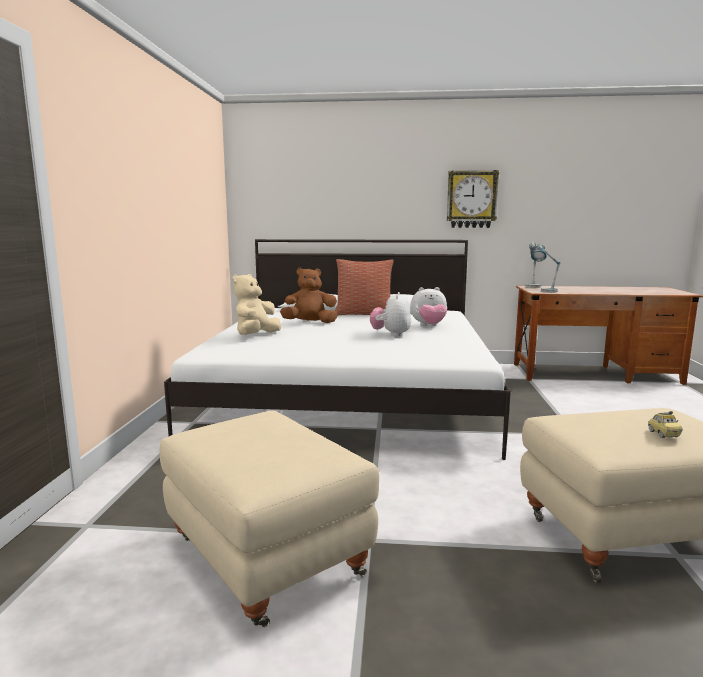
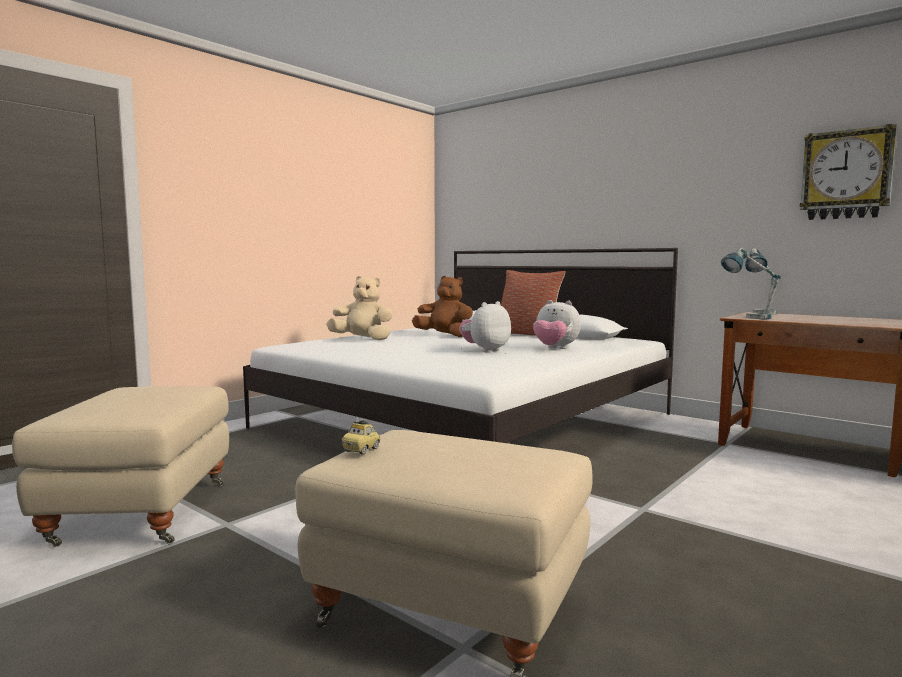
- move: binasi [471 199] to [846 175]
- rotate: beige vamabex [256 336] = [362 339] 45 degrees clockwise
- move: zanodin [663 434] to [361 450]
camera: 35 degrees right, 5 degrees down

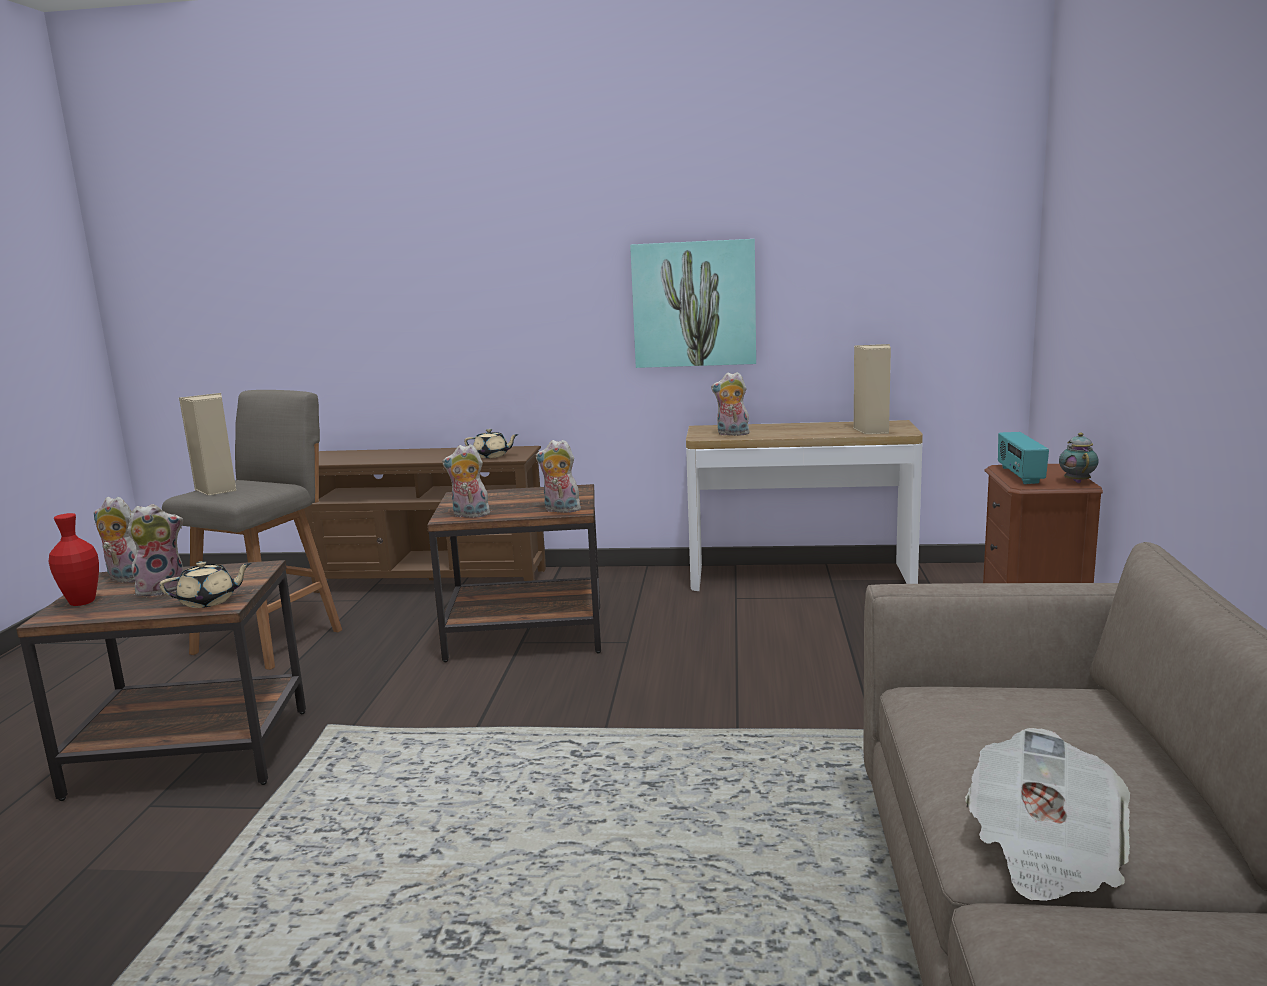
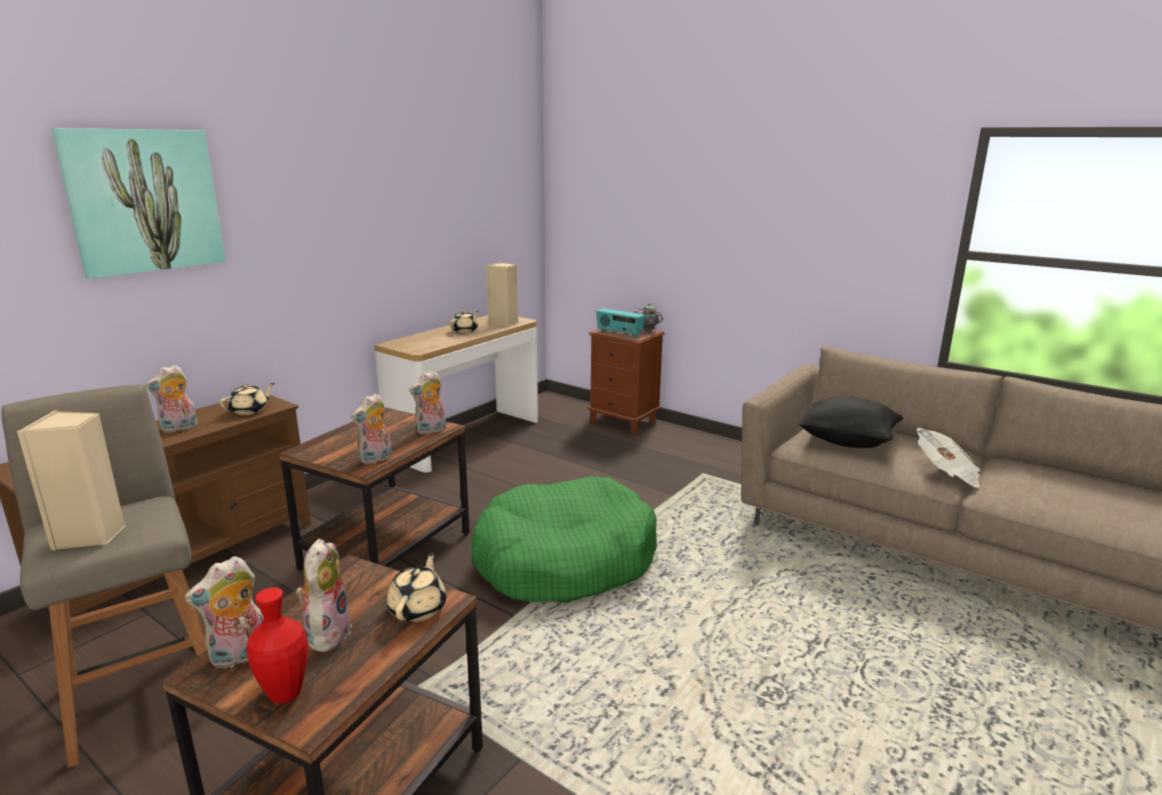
- move: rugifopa [694 304] to [145 201]
- move: vamabex [731 434] to [179 428]
- insert: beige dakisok [465 331]
- insert: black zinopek [847 442]
- insert: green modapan [564 560]
camera: 60 degrees left, 5 degrees up

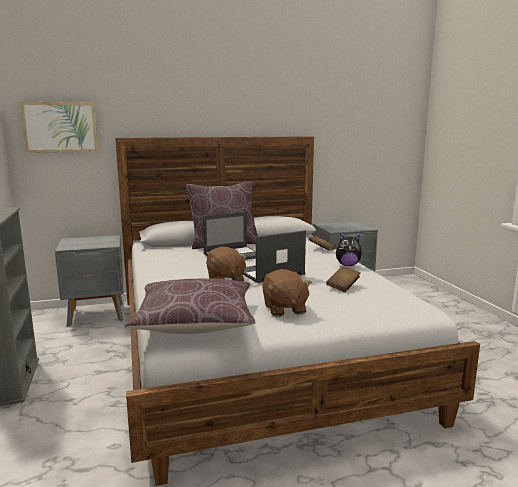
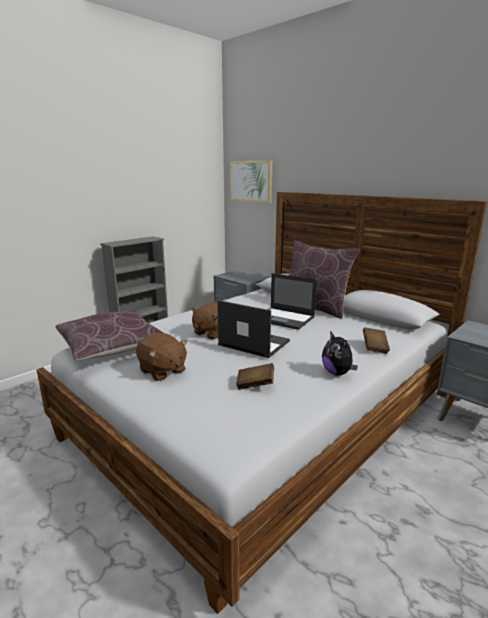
- rotate: brown vamabex [284 309] = [162 371] 90 degrees counterclockwise
camera: 60 degrees right, 5 degrees up

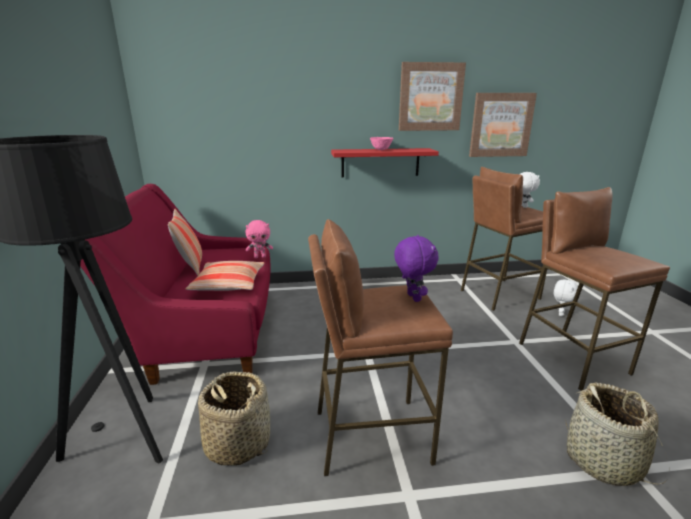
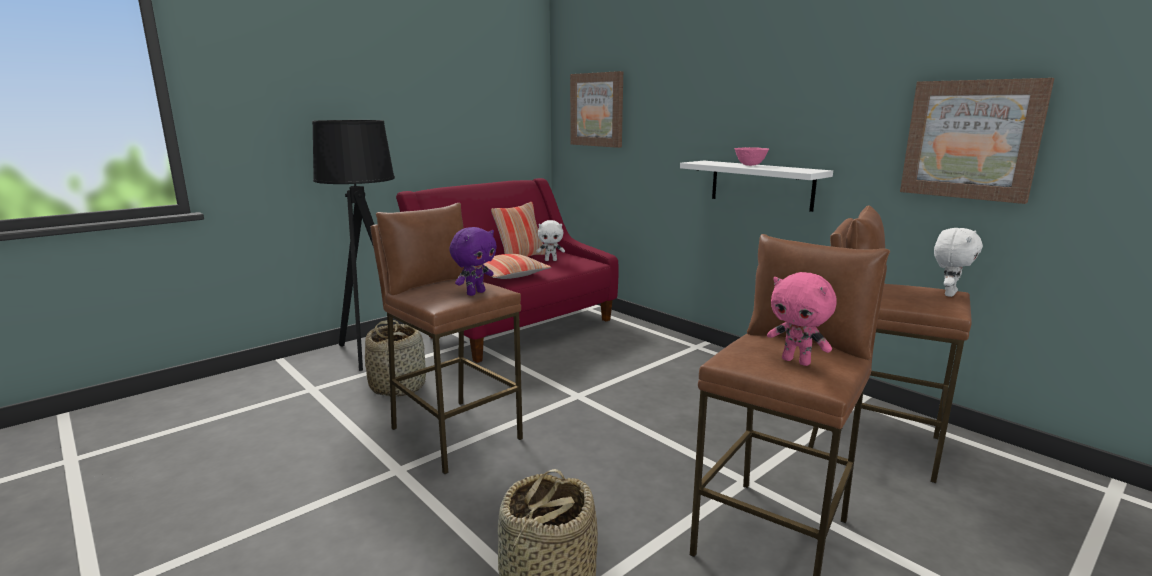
- move: rugifopa [430 97] to [597 110]
- recolor: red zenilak [380 162] to white zenilak [761 185]
- move: pink vamabex [260 257] to [797 361]
- move: white vamabex [560 313] to [551 260]
camera: 55 degrees right, 5 degrees down

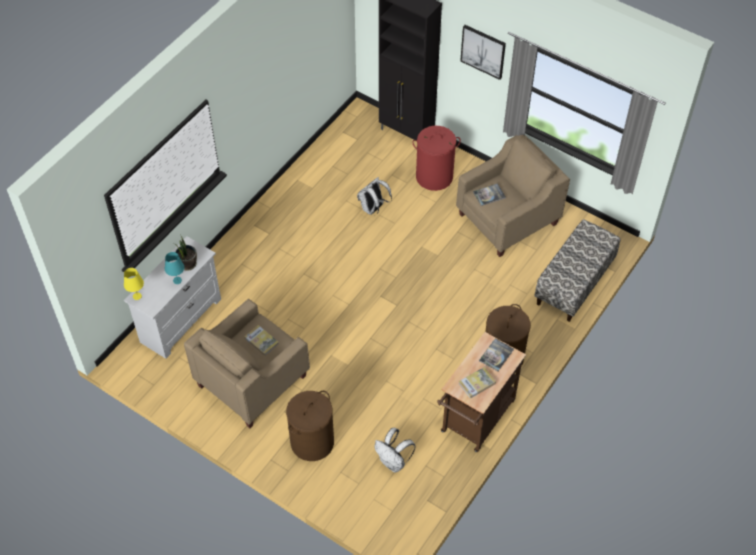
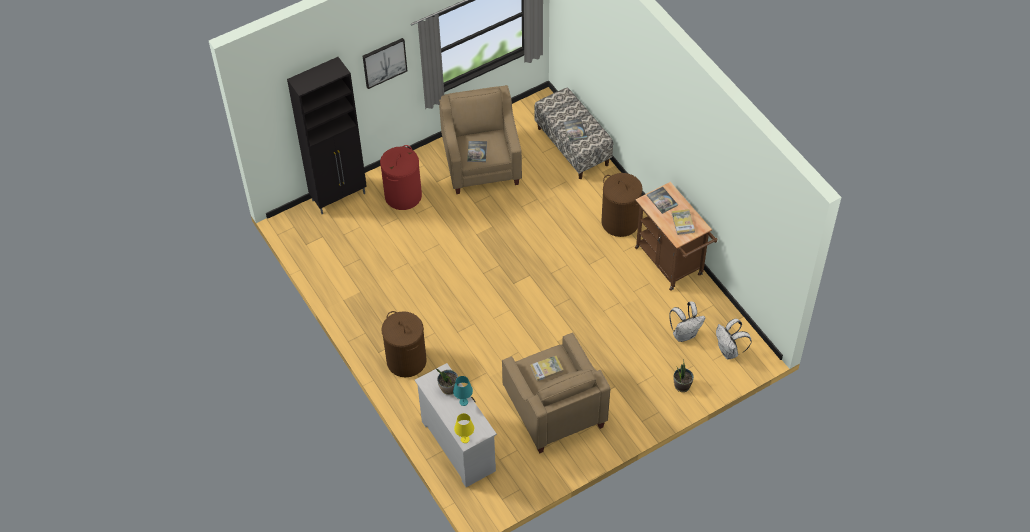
- move: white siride [373 209] to [729 351]
- move: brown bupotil [312 442] to [406 360]
- insert: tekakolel [575 130]
- insert: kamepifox [682 385]
camera: 65 degrees left, 0 degrees up

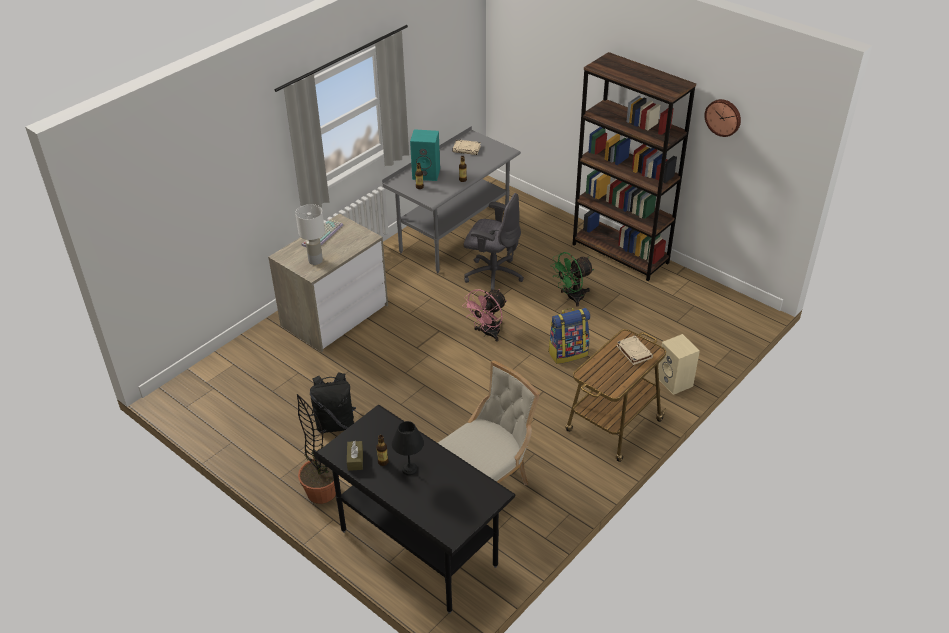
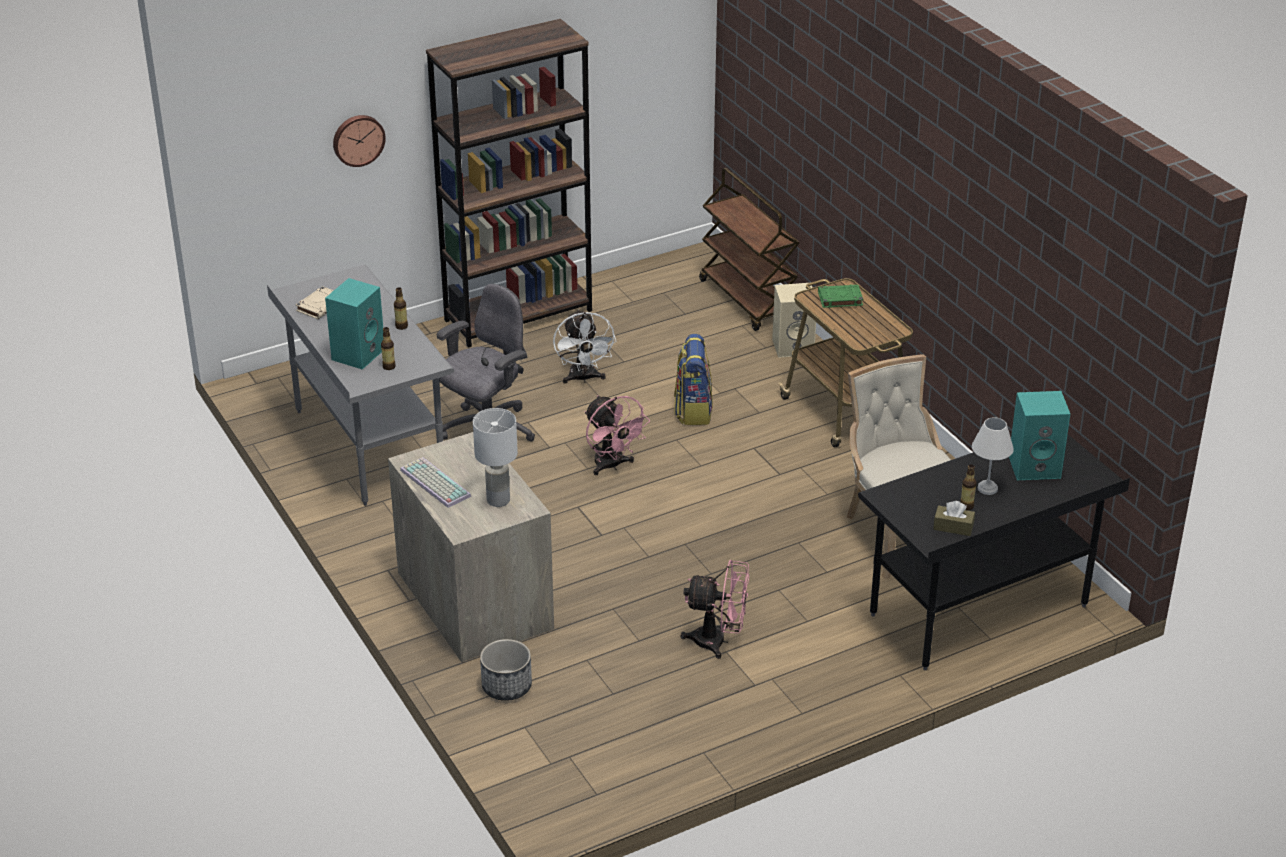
- move: binasi [723 117] to [358 139]
- recolor: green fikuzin [571 297] to white fikuzin [583 378]
- recolor: beige tekakolel [633 352] to green tekakolel [839 299]
- replace: black siride [335 423] to pink fikuzin [718 641]
- delete: kamepifox [321 492]
- recolor: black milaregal [409 469] to white milaregal [986 489]
- insert: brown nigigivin [748 300]
- insert: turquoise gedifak [1035 466]
- insert: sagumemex [506 686]
camera: 70 degrees left, 5 degrees down

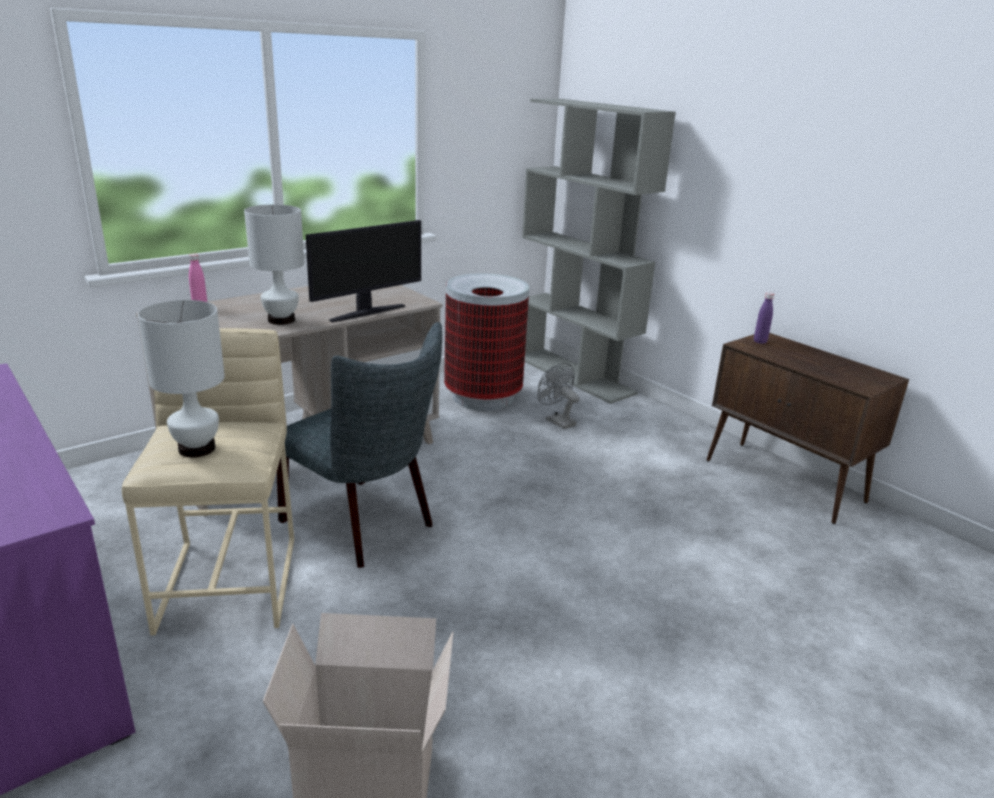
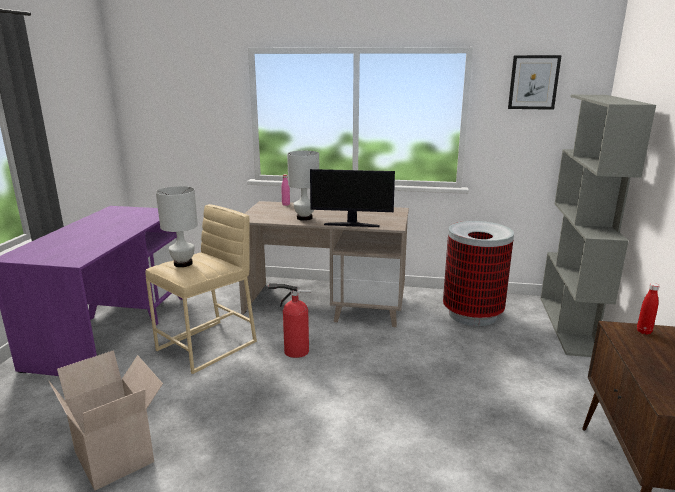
- recolor: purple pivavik [760 342] to red pivavik [644 331]
- replace: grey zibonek [365 525] to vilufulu [293 351]
- delete: grey fikuzin [556 421]
- insert: rugifopa [533 82]
camera: 50 degrees right, 5 degrees down

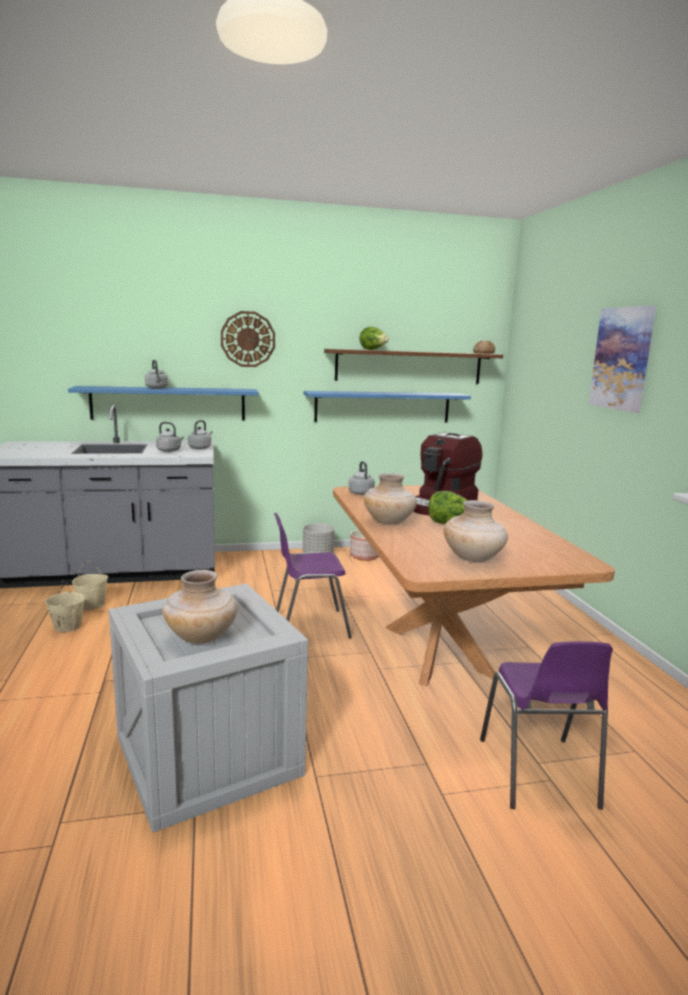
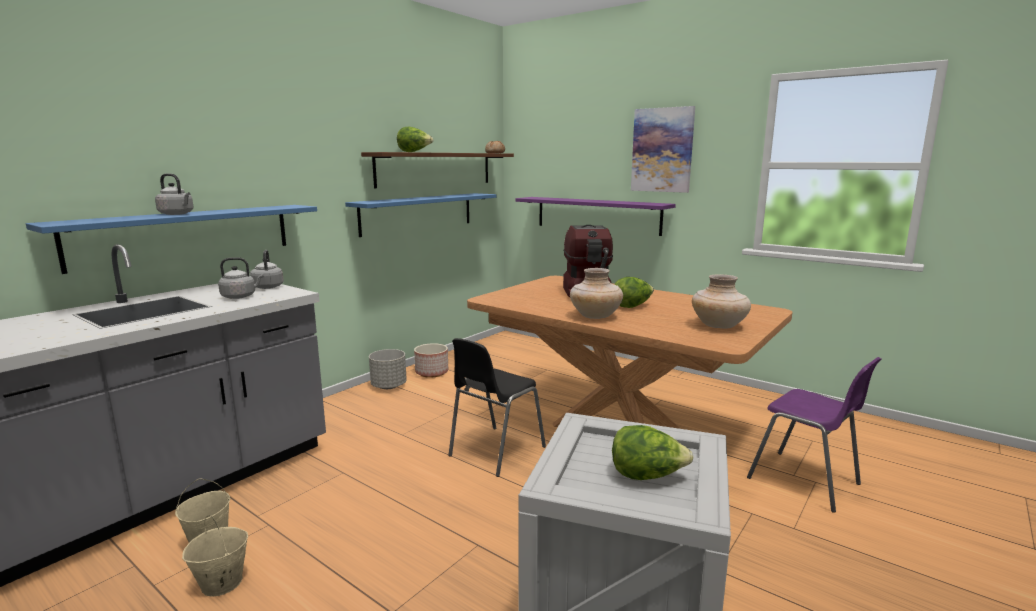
- delete: binasi [248 339]
- delete: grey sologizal [360 493]
- recolor: purple zibonek [309 626] to black zibonek [494 452]
- replace: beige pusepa [201 637] to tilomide [647 476]
- insert: purple zenilak [597 215]
camera: 40 degrees left, 0 degrees up

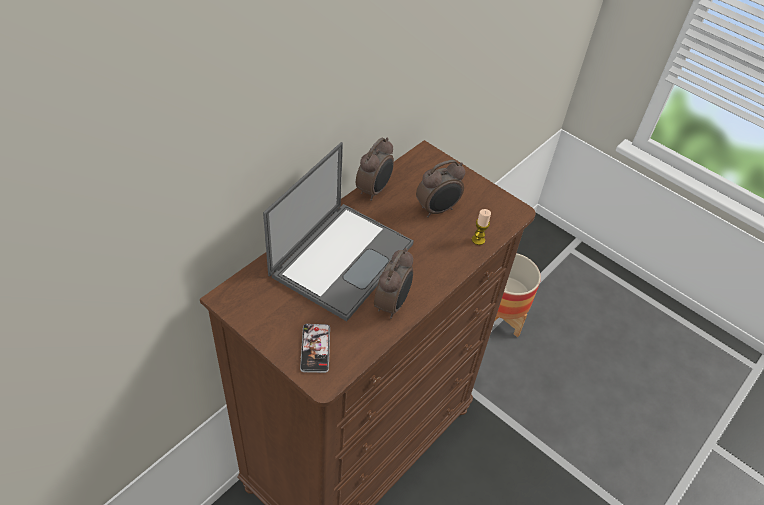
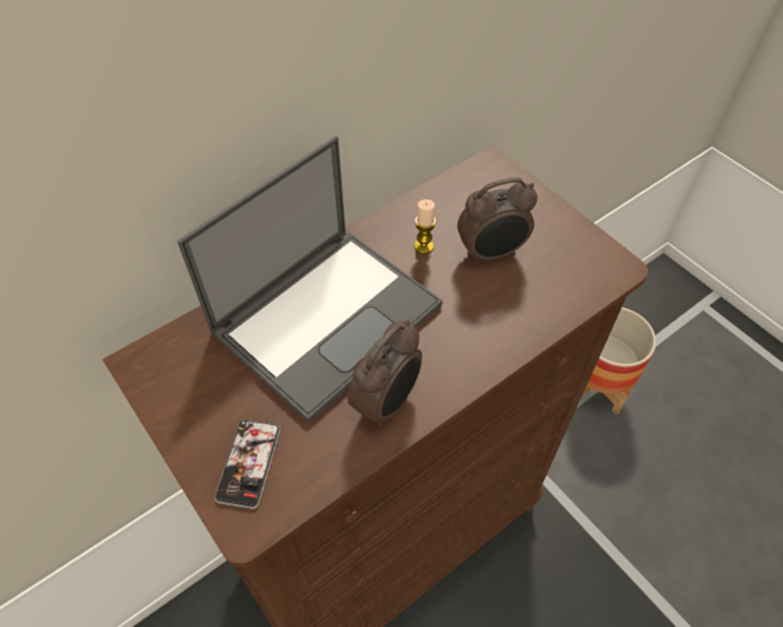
- delete: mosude [374 190]
- move: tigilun [478 240] to [424 246]
camera: 15 degrees right, 5 degrees up

